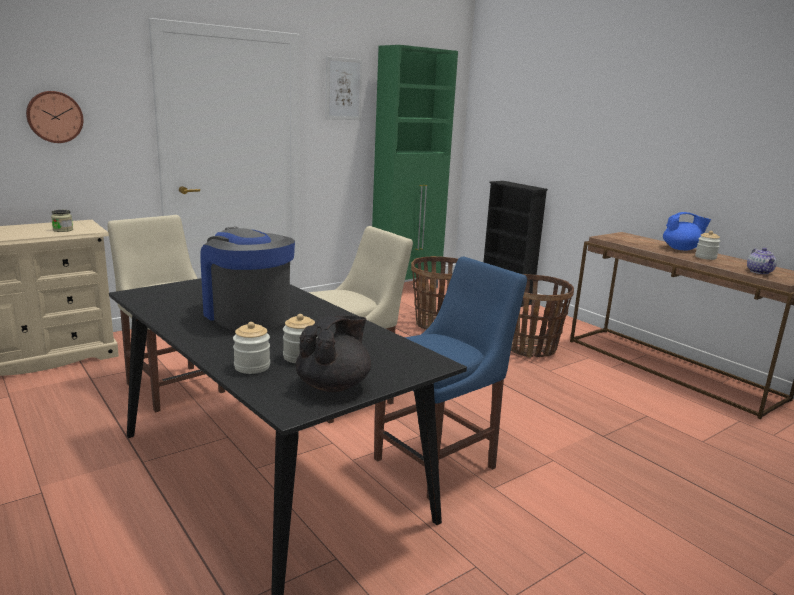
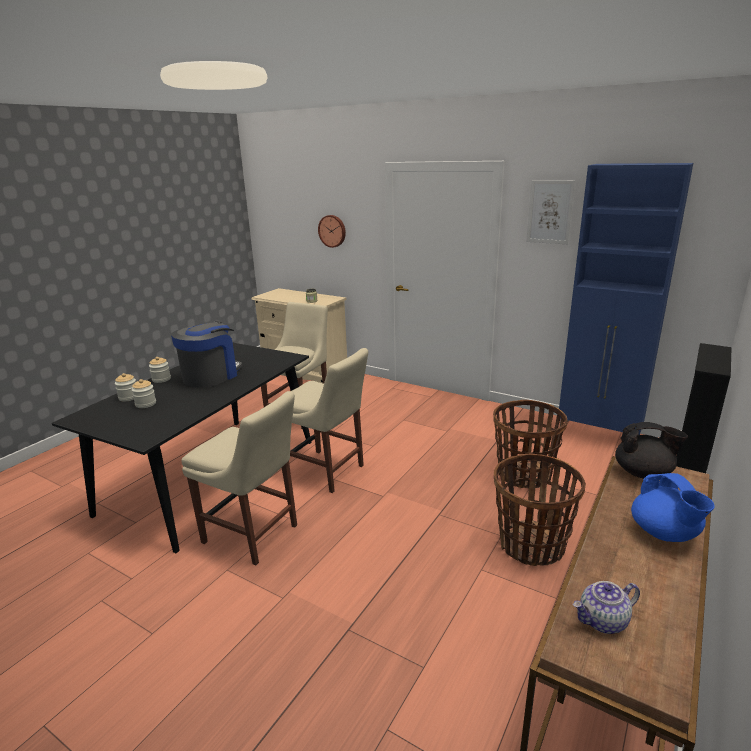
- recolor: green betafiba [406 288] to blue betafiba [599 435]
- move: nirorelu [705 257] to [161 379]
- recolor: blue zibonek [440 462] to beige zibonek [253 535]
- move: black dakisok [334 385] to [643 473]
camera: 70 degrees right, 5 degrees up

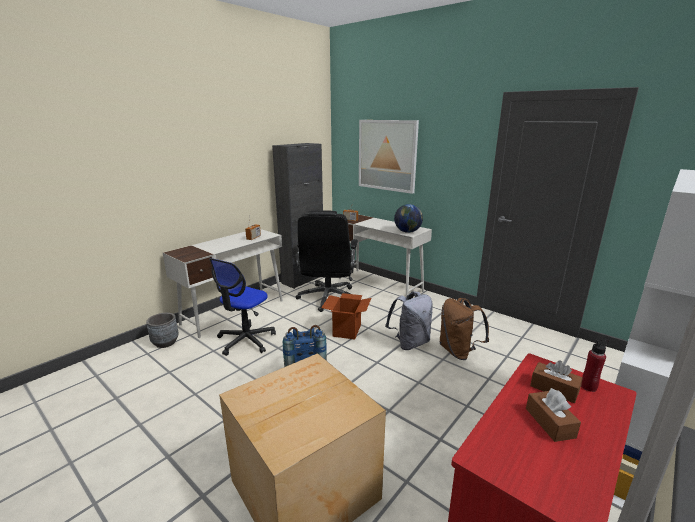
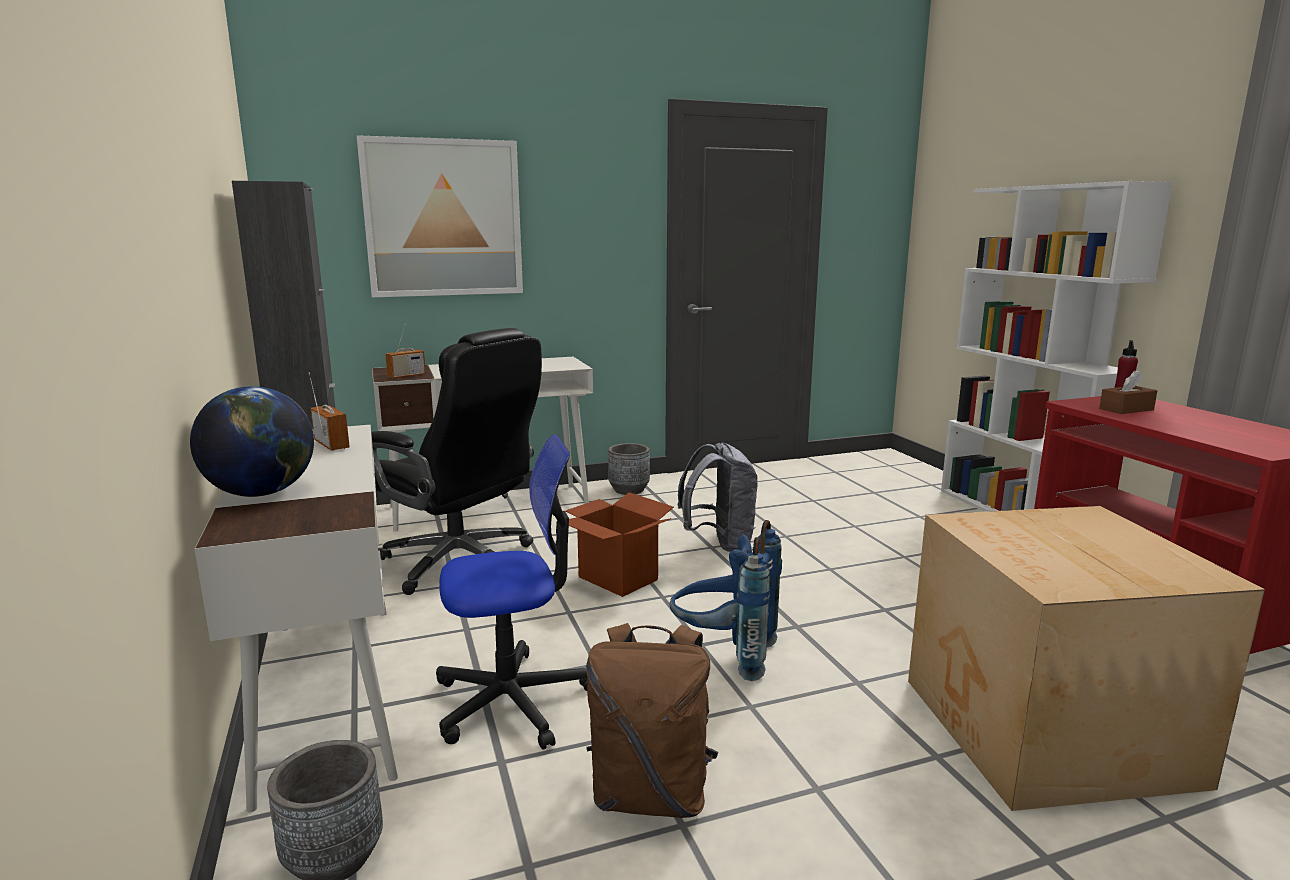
- move: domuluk [408 232] to [261 493]
- rotate: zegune [246 340] = [512 701] 75 degrees counterclockwise
- move: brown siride [458 352] to [651 794]
- delete: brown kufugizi [549 423]
- insert: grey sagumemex [629 490]
camera: 60 degrees left, 5 degrees down

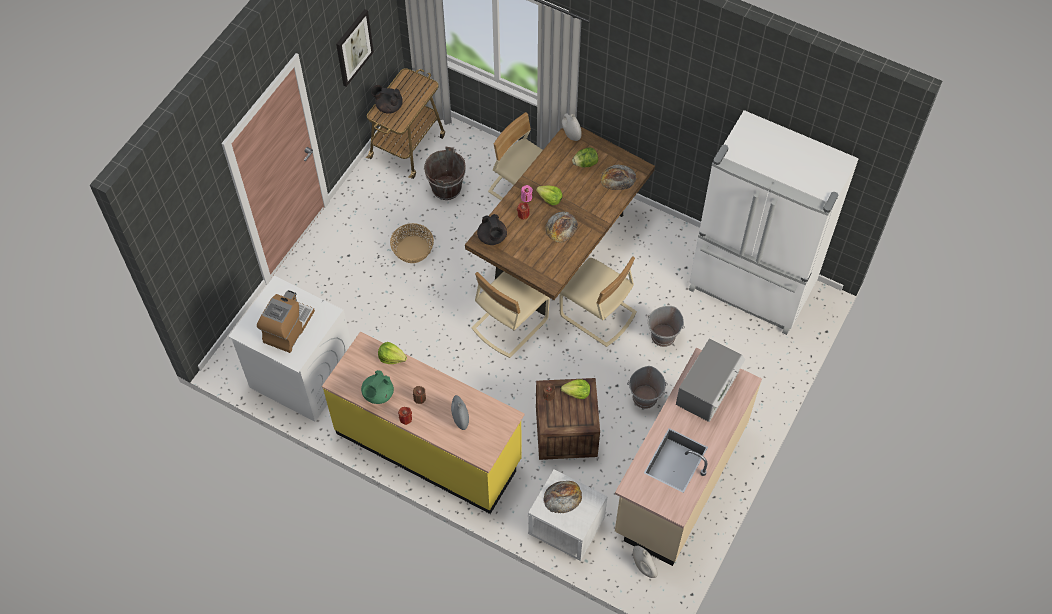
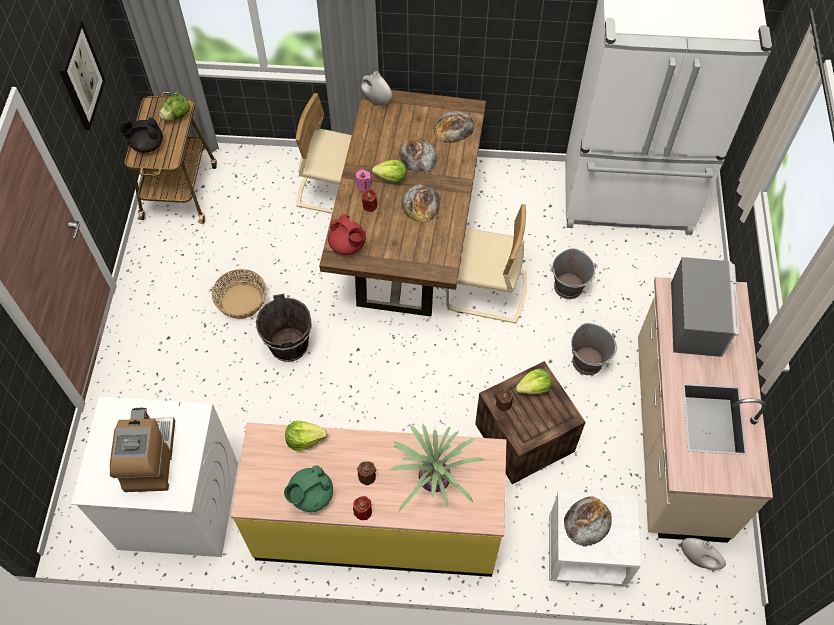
- move: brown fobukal [446 188] to [289 345]
- move: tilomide [585 163] to [177 115]
- recolor: black dakisok [492 238] to red dakisok [348 245]
- delete: beige zibonek [509 324]
- rotate: green dakisok [378 394] = [310 495] 45 degrees clockwise
- replace: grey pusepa [460 419] to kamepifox [432 481]
- insert: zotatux [417 156]
camera: 25 degrees left, 0 degrees up

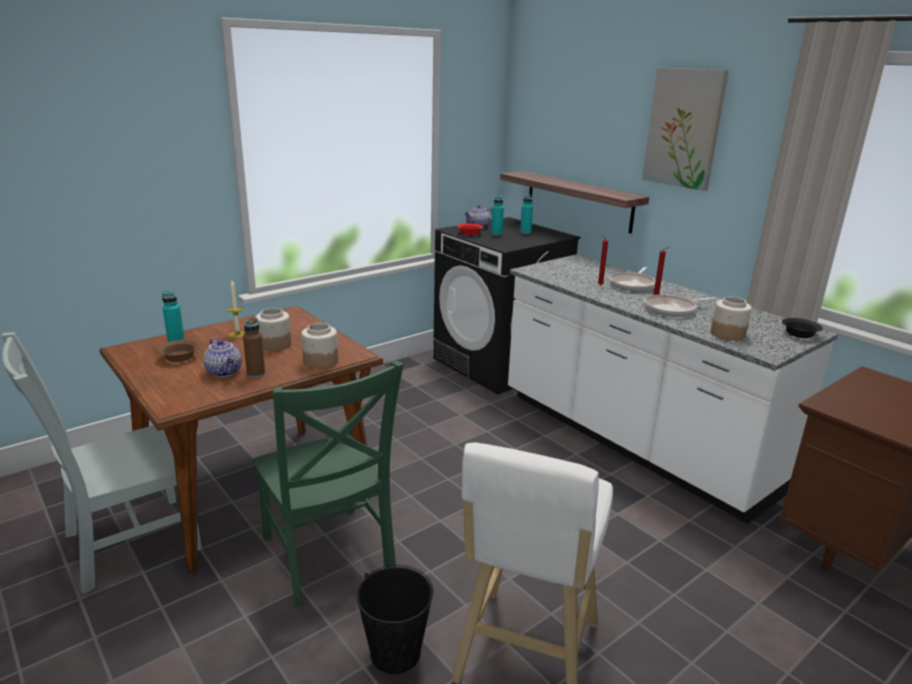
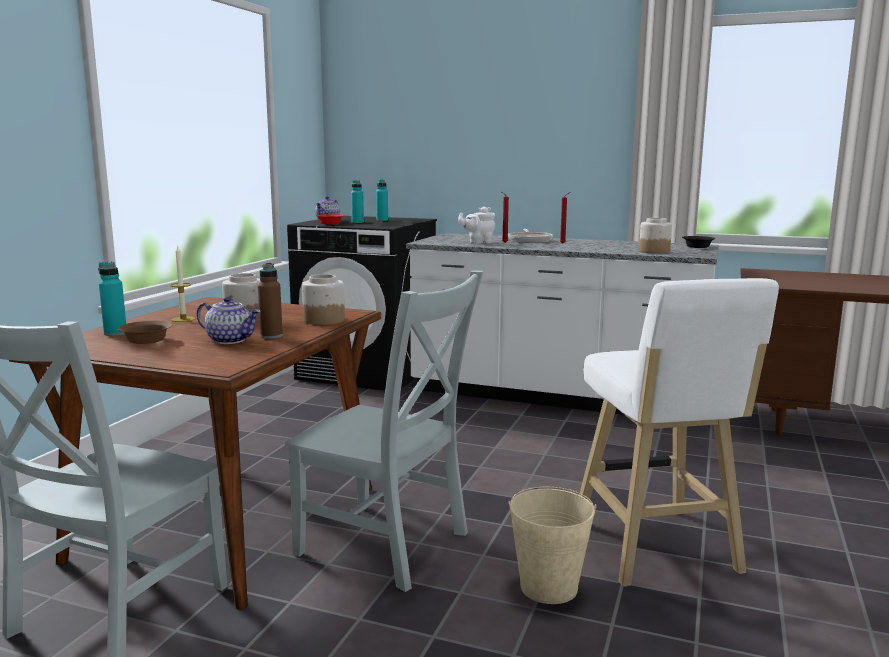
- delete: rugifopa [684 128]
- delete: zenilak [578 201]
- delete: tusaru [672 310]
- recolor: green zibonek [328 557] to grey zibonek [388 546]
- recolor: black fobukal [395 653] to beige fobukal [549 587]
- insert: white dakisok [478 242]
camera: 30 degrees left, 10 degrees down

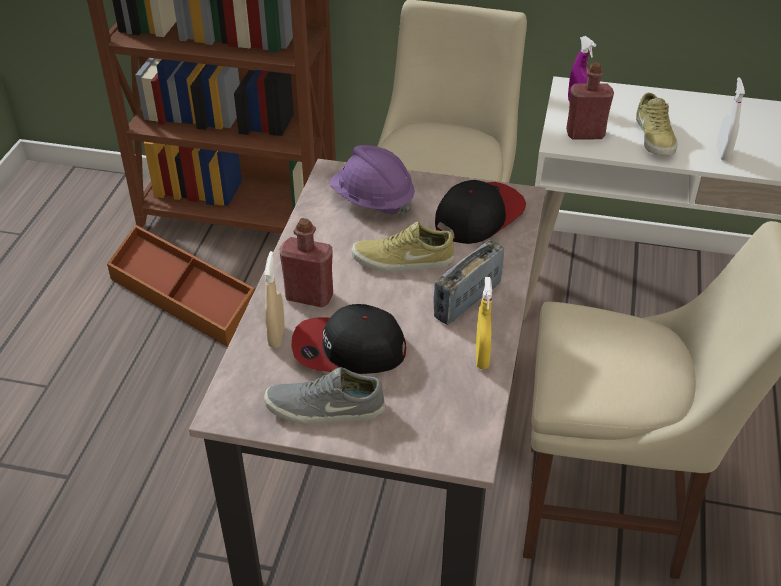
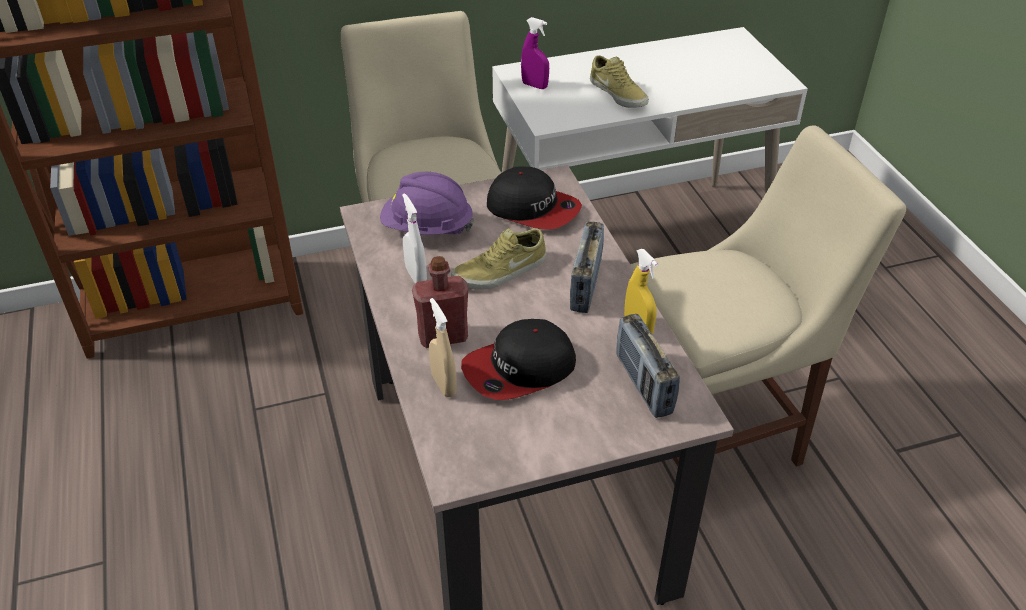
- delete: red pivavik [585 134]
- move: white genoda [722 153] to [416 276]
- rotate: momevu [479 216] = [533 209] 105 degrees clockwise
- delete: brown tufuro [184 298]
- delete: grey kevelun [324 409]
- insert: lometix [643 384]
camera: 30 degrees left, 0 degrees up

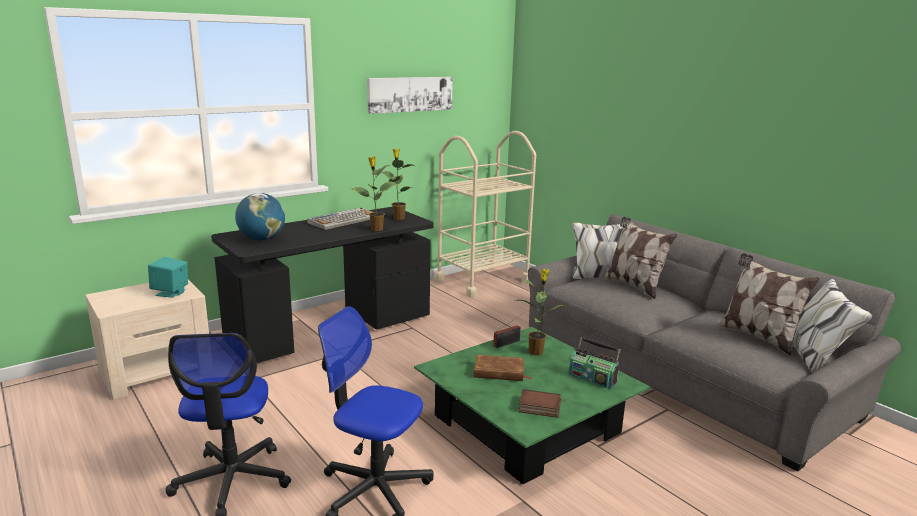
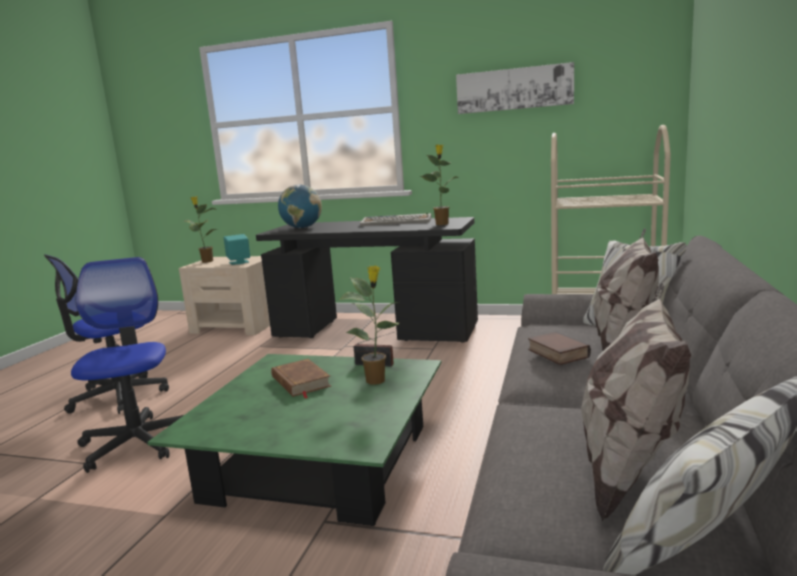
- move: kamepifox [376 229] to [206 261]
- delete: lometix [593 378]
- move: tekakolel [538 408] to [556 353]
camera: 55 degrees right, 5 degrees down

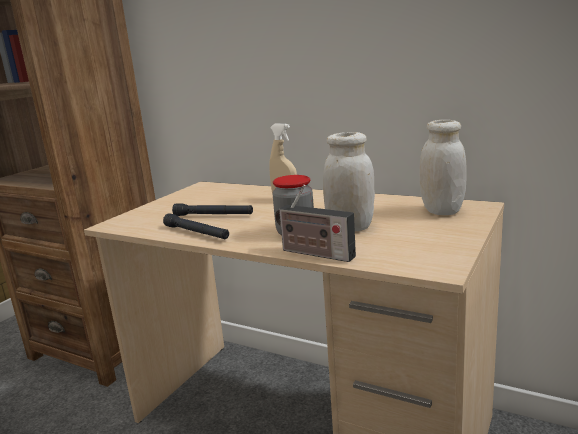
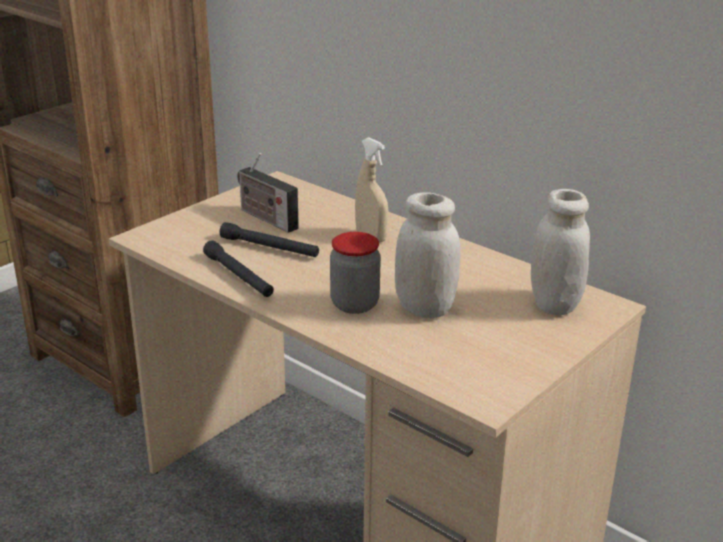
- move: lometix [314 253] to [265 218]
camera: 10 degrees right, 10 degrees up

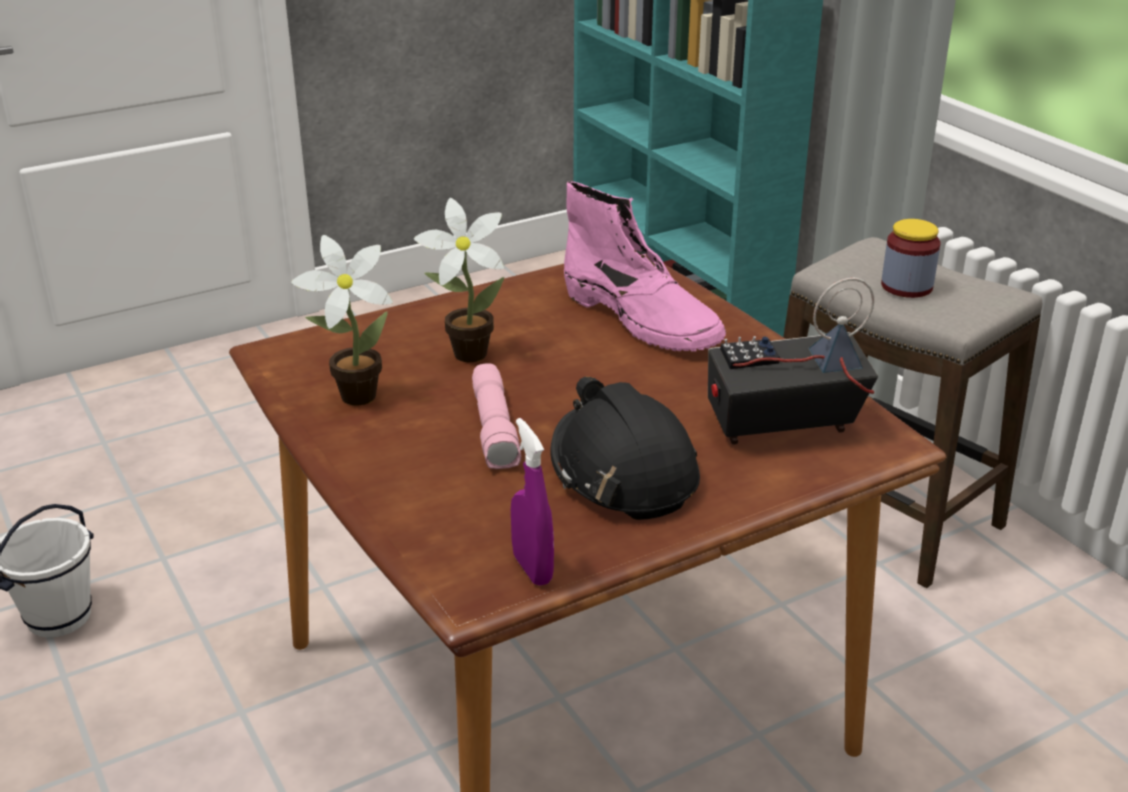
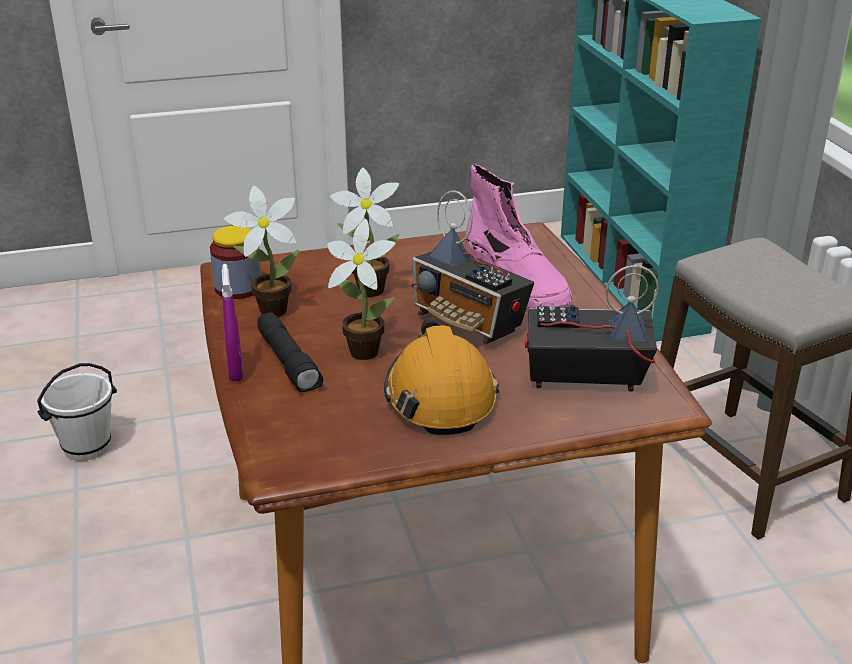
- move: nirorelu [906 286] to [238 288]
- replace: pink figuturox [496 429] to kamepifox [361 350]
- recolor: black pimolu [622 471] to orange pimolu [440 396]
- move: purple genoda [532 569] to [235 371]
- insert: lometix [469 323]
- insert: black figuturox [290 362]
camera: 15 degrees right, 0 degrees up

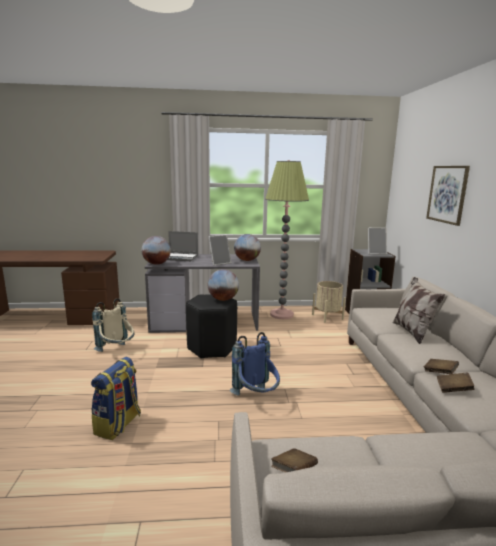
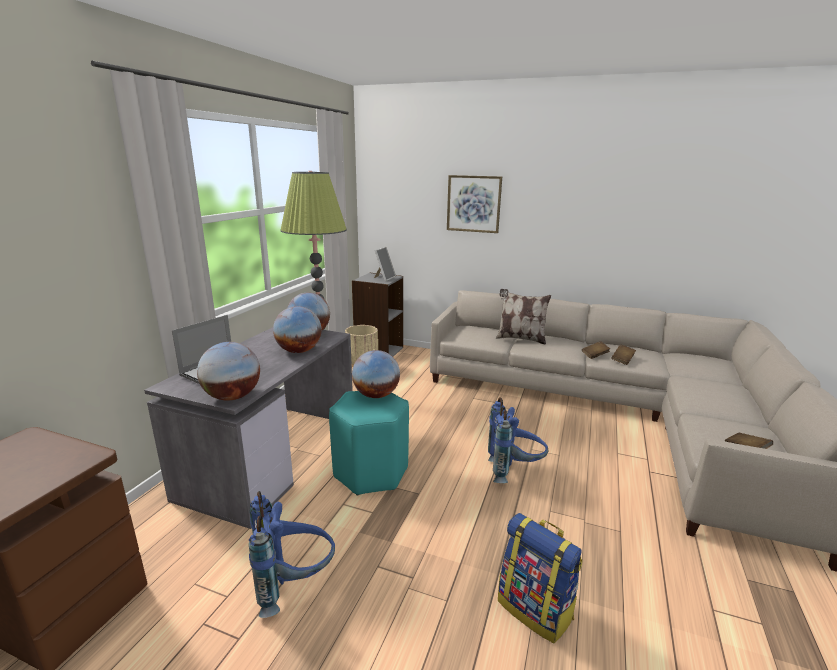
- replace: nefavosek [219 263] to domuluk [299 351]
- recolor: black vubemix [211 348] to turquoise vubemix [370 473]
- recolor: beige siride [117 351] to blue siride [294 584]
camera: 65 degrees left, 5 degrees up

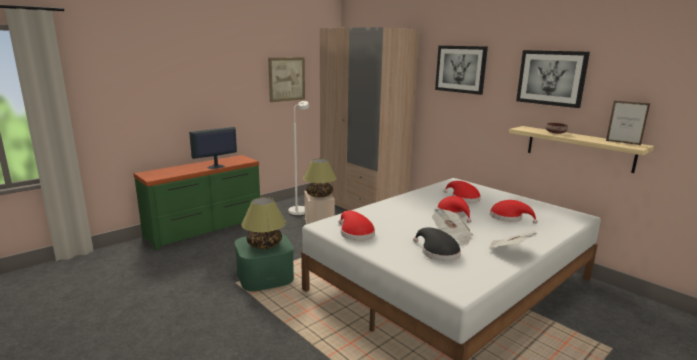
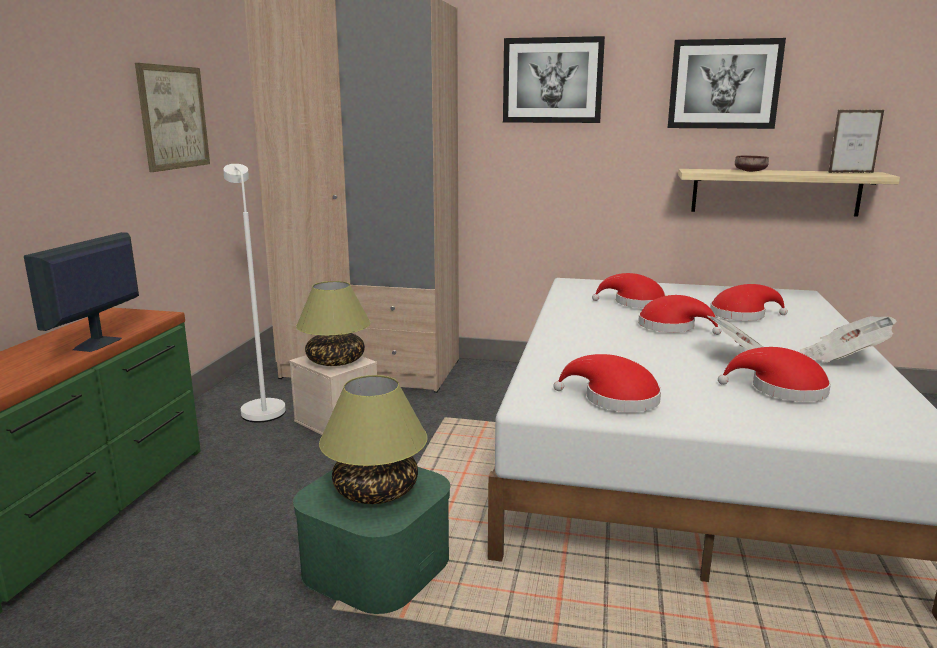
- recolor: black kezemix [437 252] to red kezemix [782 390]
camera: 35 degrees left, 0 degrees up

